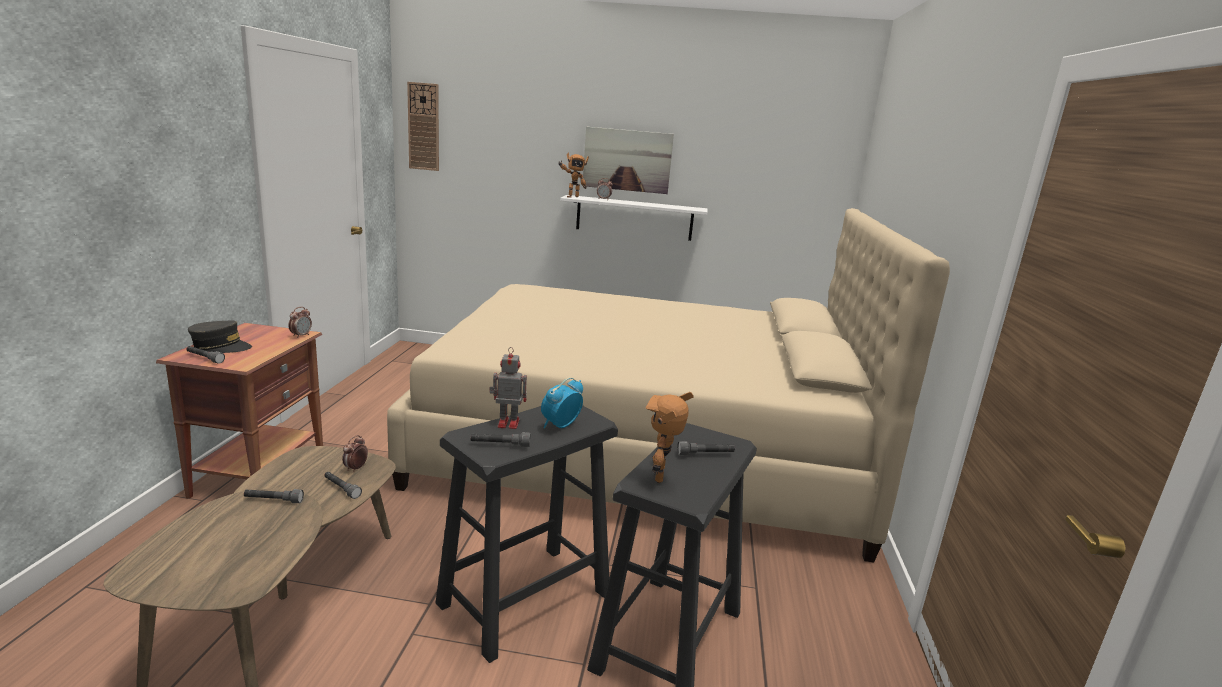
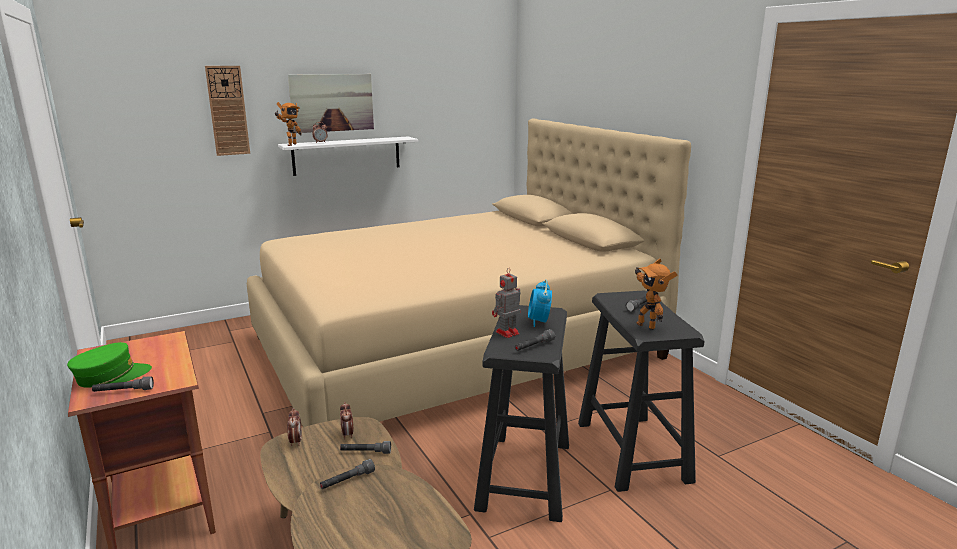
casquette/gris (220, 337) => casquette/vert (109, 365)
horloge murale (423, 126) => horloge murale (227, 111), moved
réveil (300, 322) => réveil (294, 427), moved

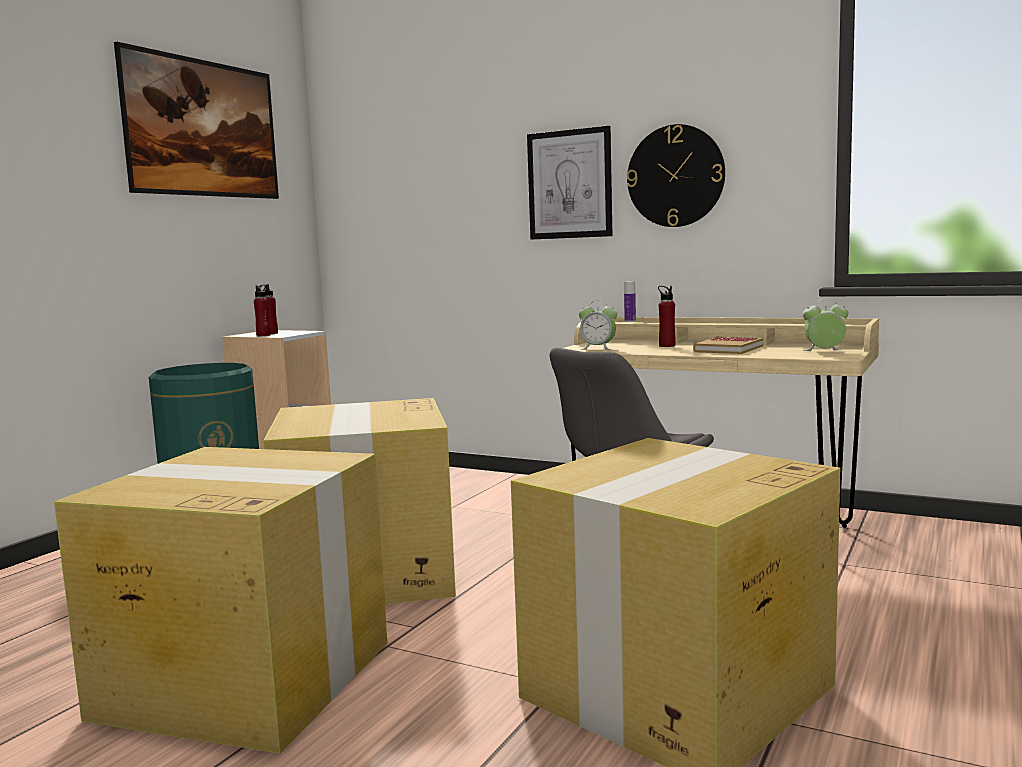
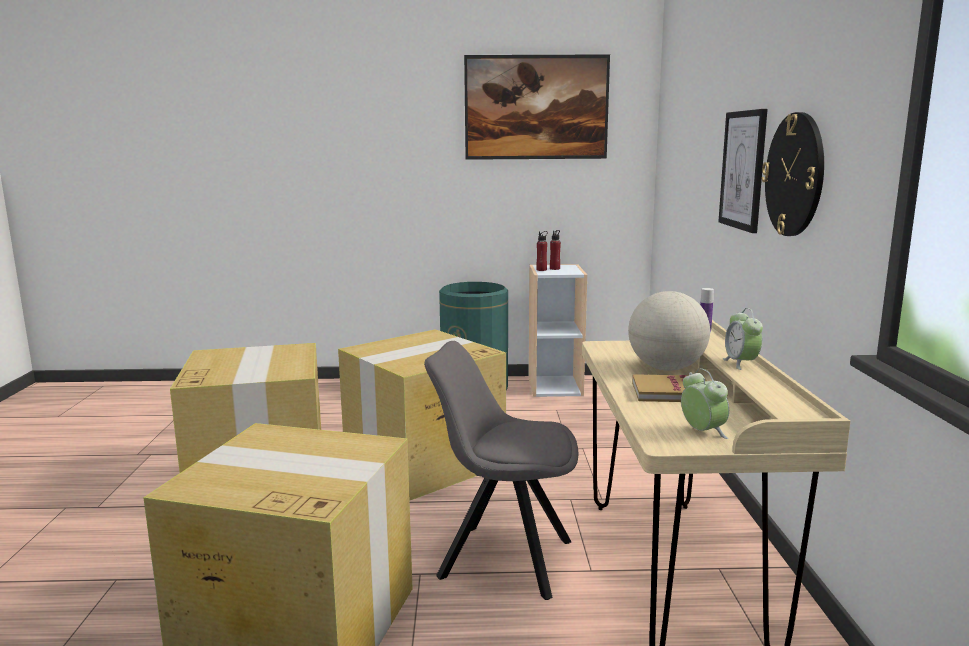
bouteille/rouge (667, 316) => globe (669, 331)
réveil (598, 325) => réveil (743, 339), moved

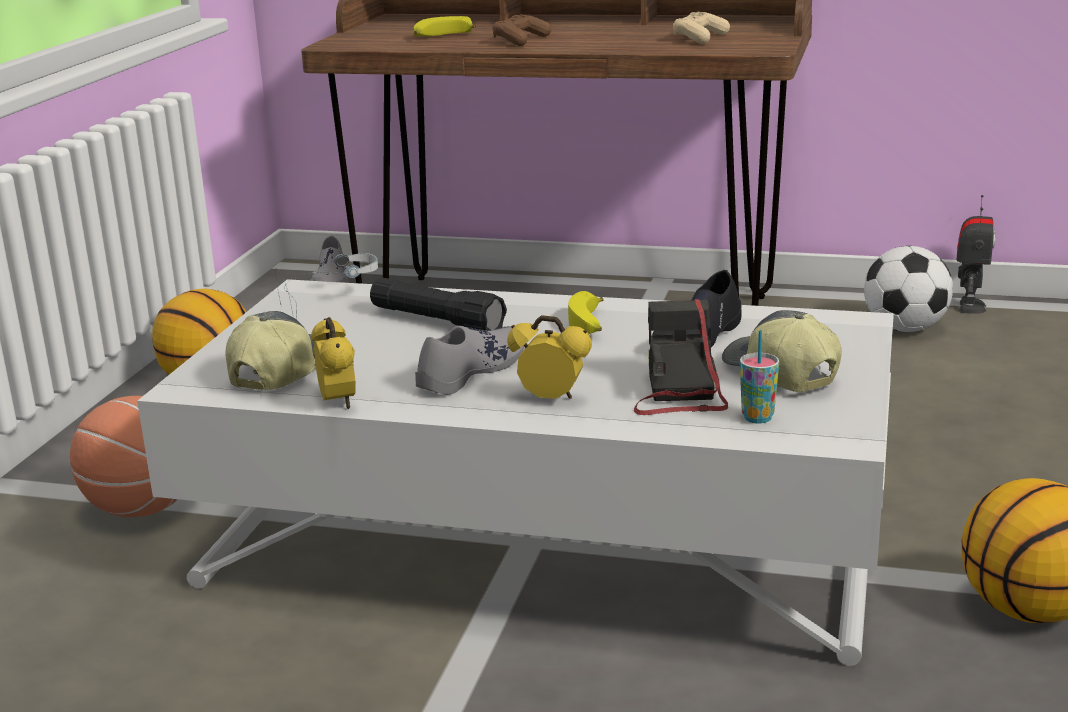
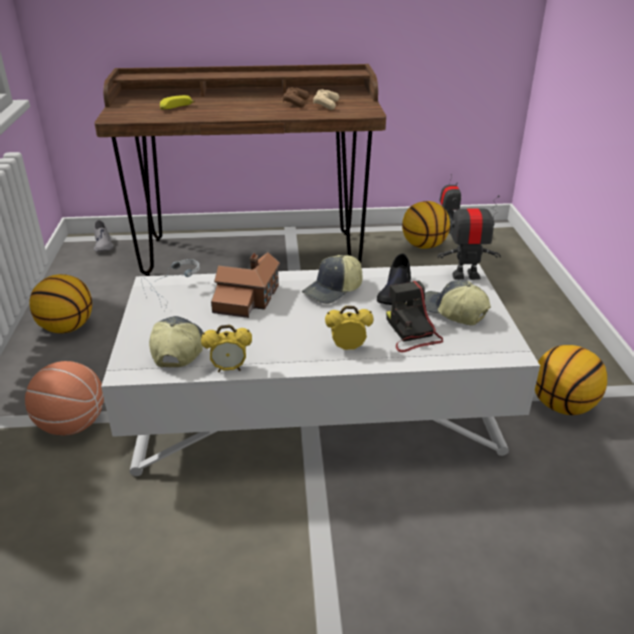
réveil (333, 363) => réveil (226, 348), 120 degrees clockwise
lampe de poche/noir (438, 304) => maison miniature (245, 285)
manette/marron (522, 30) => manette/marron (296, 97), moved
banane (586, 312) => casquette (332, 279)
ballon de foot (908, 289) => ballon de basket (426, 225)
nothing => robot jouet (469, 237)
chaussure/gris (469, 360) => nothing
tasse (759, 377) => nothing

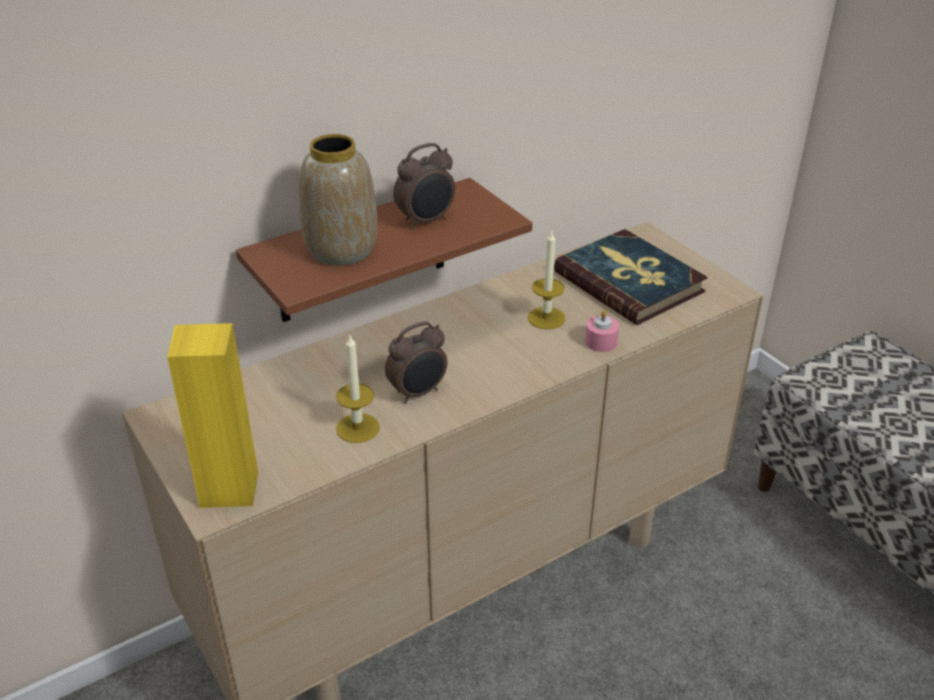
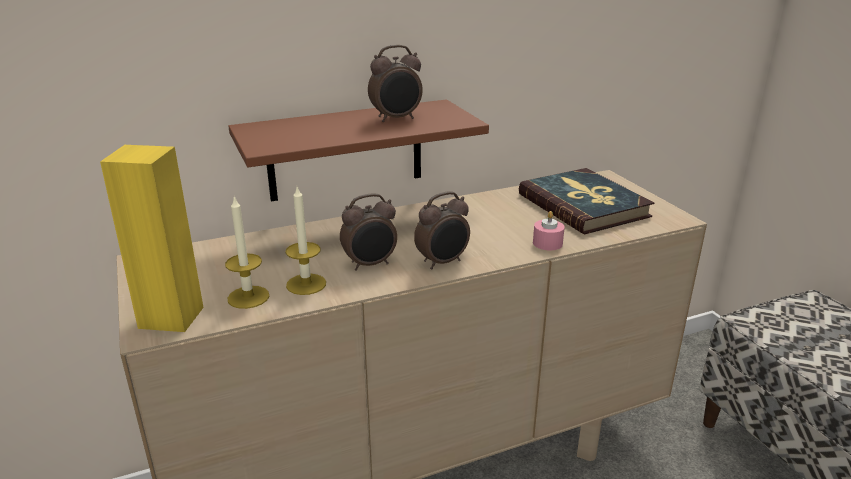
bougie (547, 279) => bougie (247, 252), moved
nothing => réveil (442, 230)
vase (338, 200) => nothing

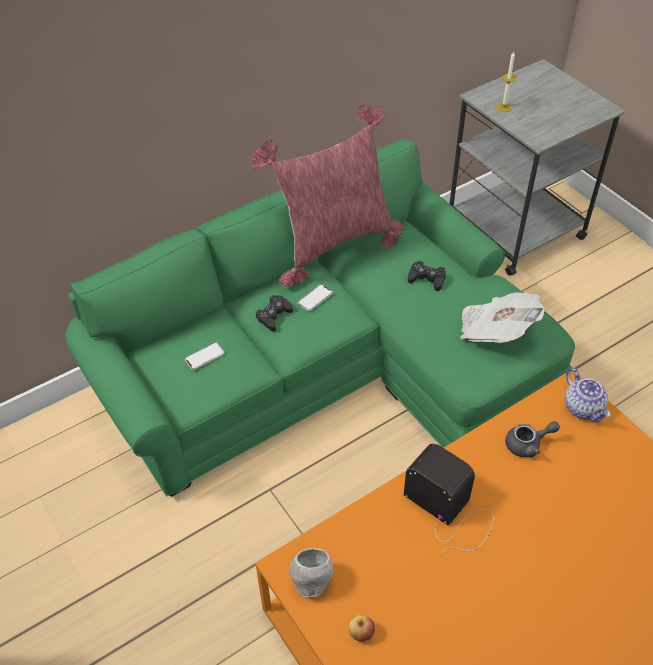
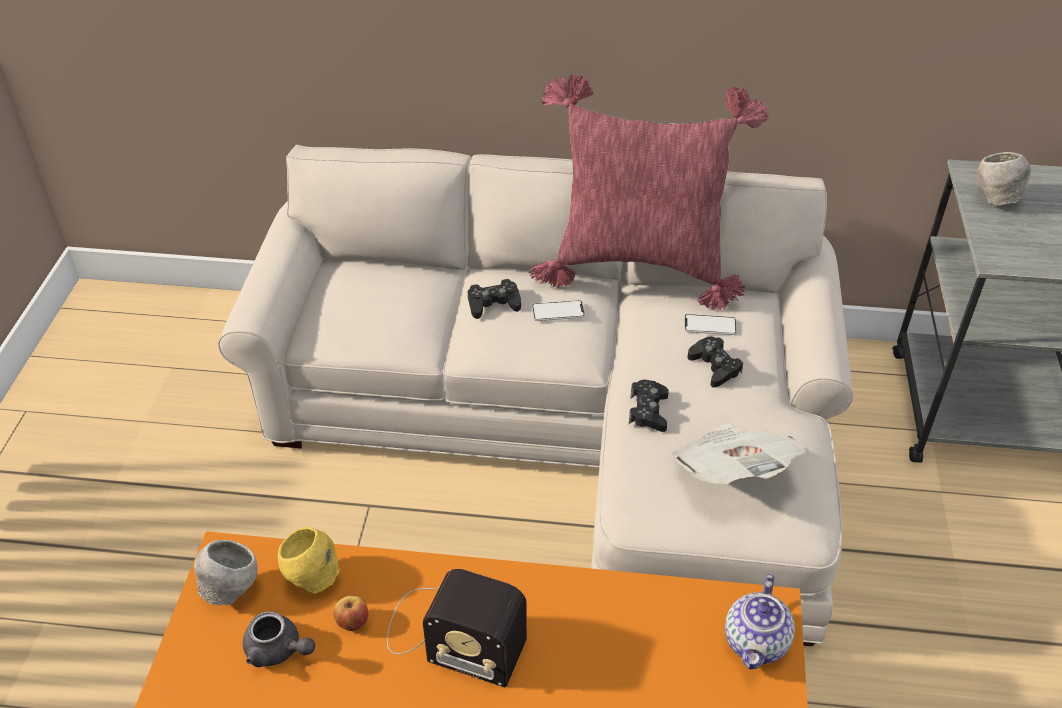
canapé/vert (320, 317) => canapé/beige (535, 395)
théière/gris (532, 439) => théière/gris (279, 639), moved
nothing => bol/jaune (309, 560)
pomme (362, 628) => pomme (350, 613), moved
radio (449, 499) => radio (457, 628), 120 degrees clockwise
nothing => manette/noir (649, 406)
téléphone (204, 356) => téléphone (710, 324), moved
bougie (506, 81) => bol/gris (1004, 179)

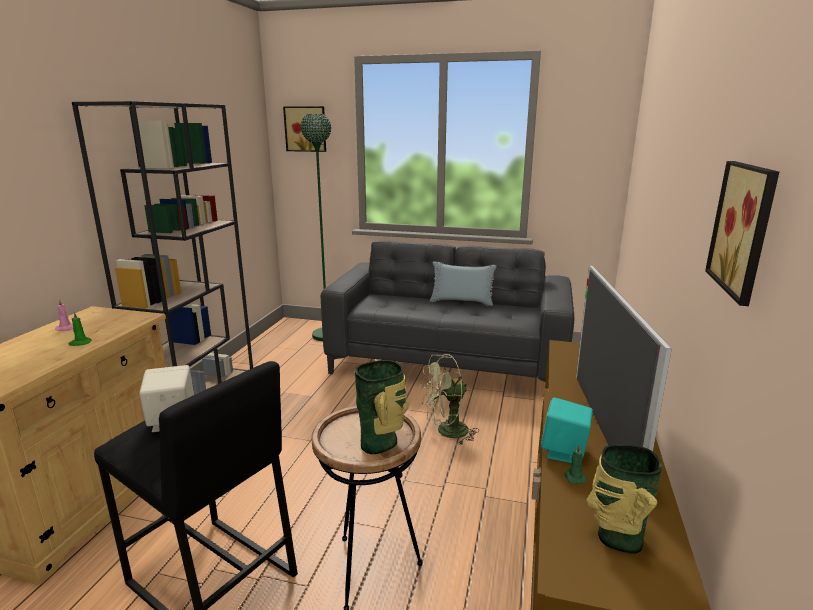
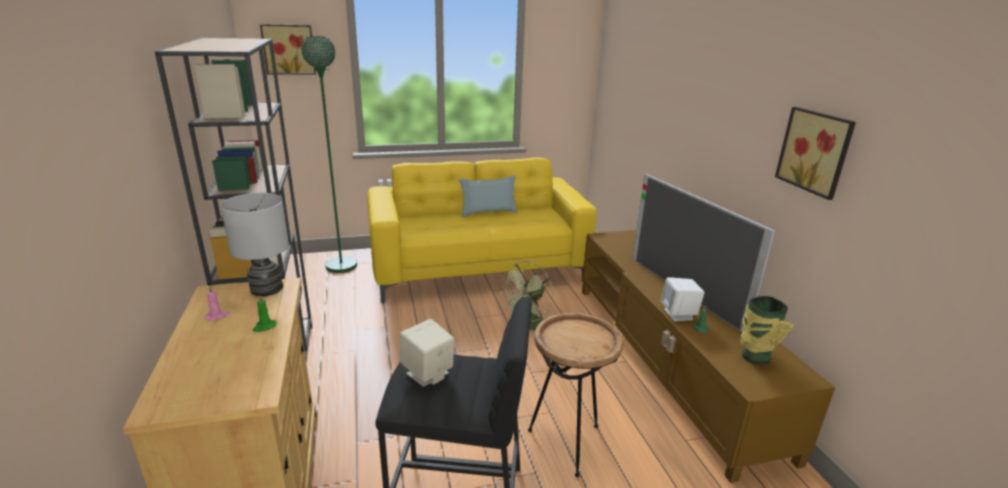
nothing => lampe de table/gris (254, 244)
canapé/gris (447, 311) => canapé/jaune (482, 230)
enceinte/turquoise (567, 430) => enceinte/blanc (683, 299)
vase (381, 407) => nothing

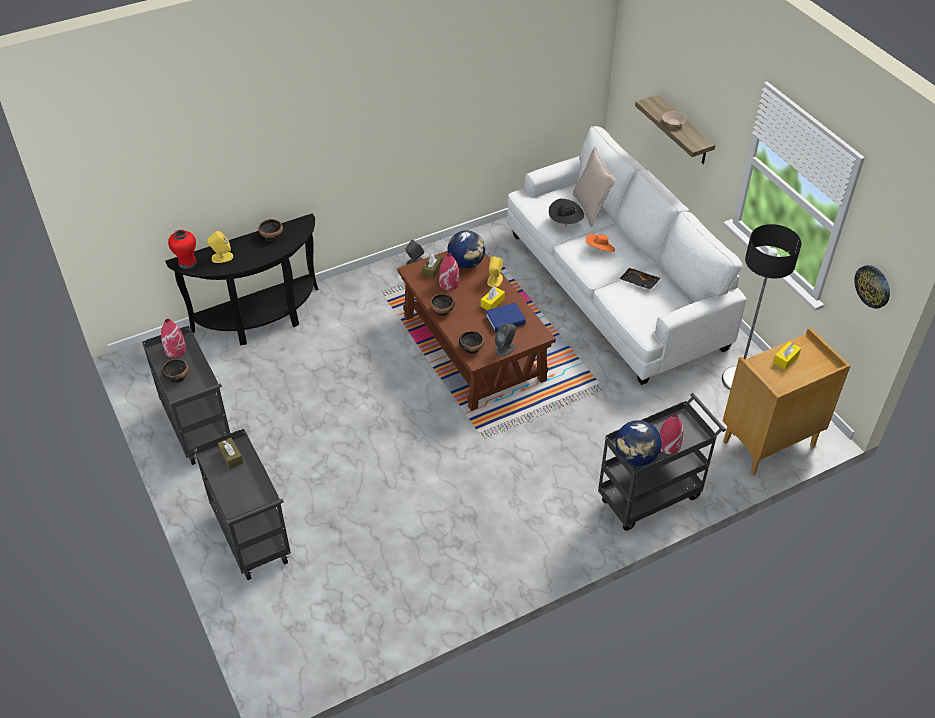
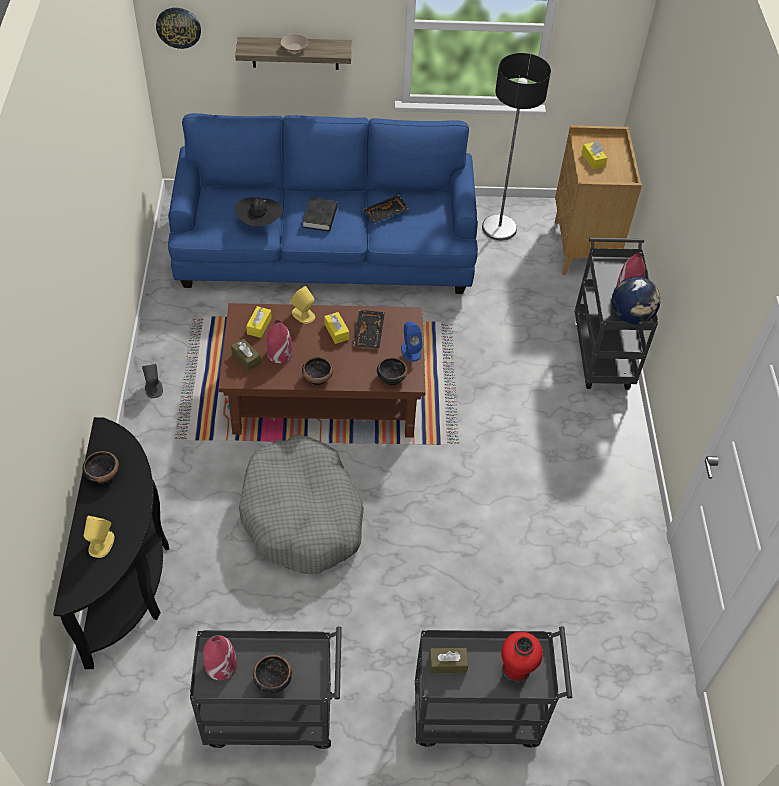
horloge murale (872, 287) => horloge murale (178, 28), moved
canapé/blanc (626, 255) => canapé/bleu (323, 203)
nothing => panier pour chien/gris (301, 504)
globe (466, 249) => boîte à mouchoirs/jaune (259, 322)
chapeau/orange (600, 243) => livre/noir (320, 214)
livre/bleu (506, 317) => plateau/noir (369, 329)
enceinte/gris (505, 340) => enceinte/bleu (411, 341)
vase/rouge (182, 249) => vase/rouge (522, 657), moved
coussin/beige (594, 187) => nothing

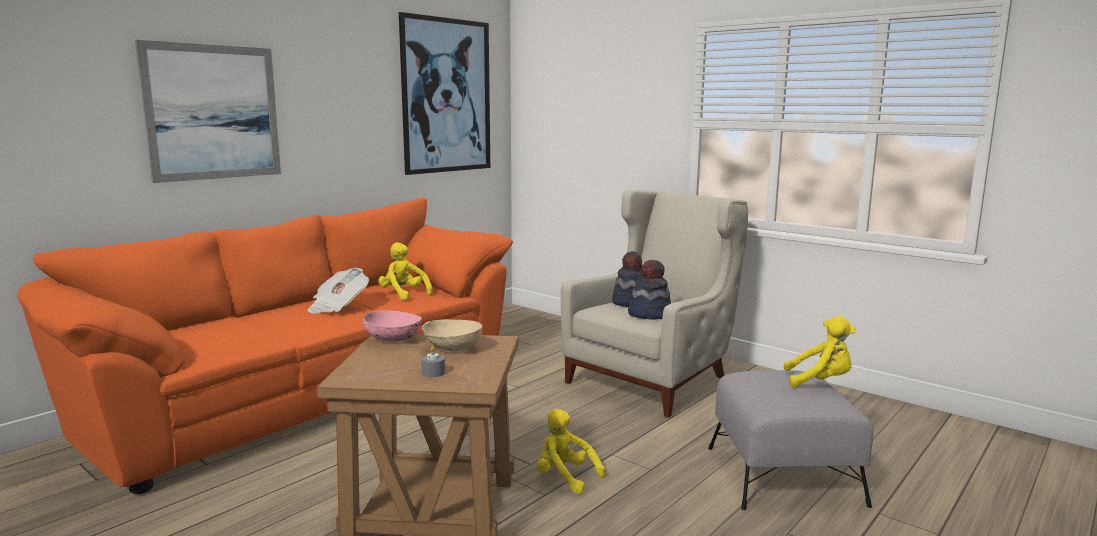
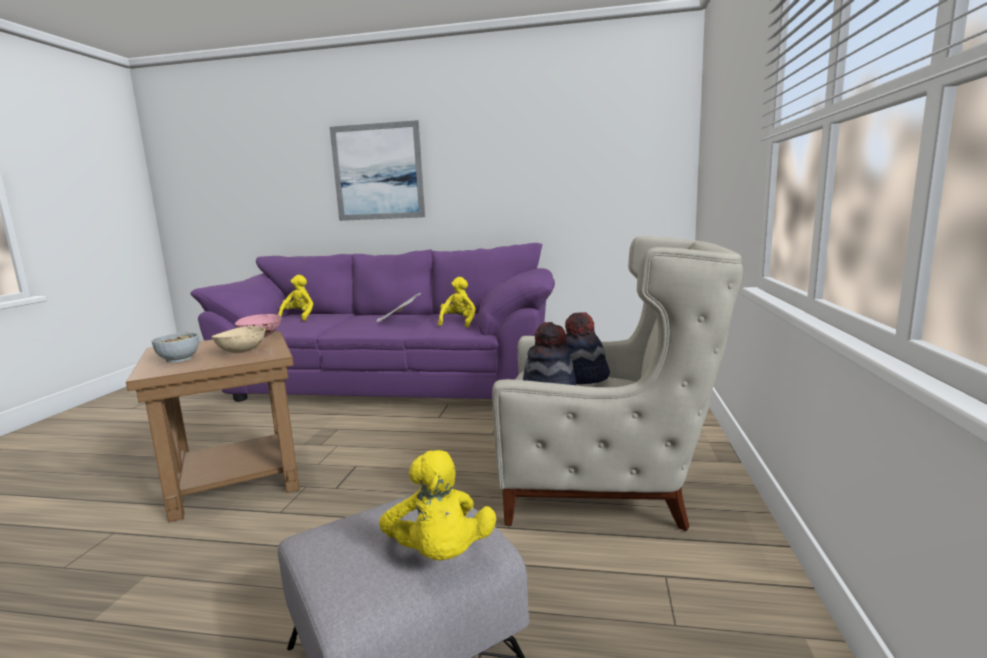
bougie/gris (433, 361) => bol (175, 348)
canapé/orange (265, 346) => canapé/violet (372, 322)
peluche/jaune (571, 451) => peluche/jaune (295, 298), moved
tableau (444, 93) => nothing

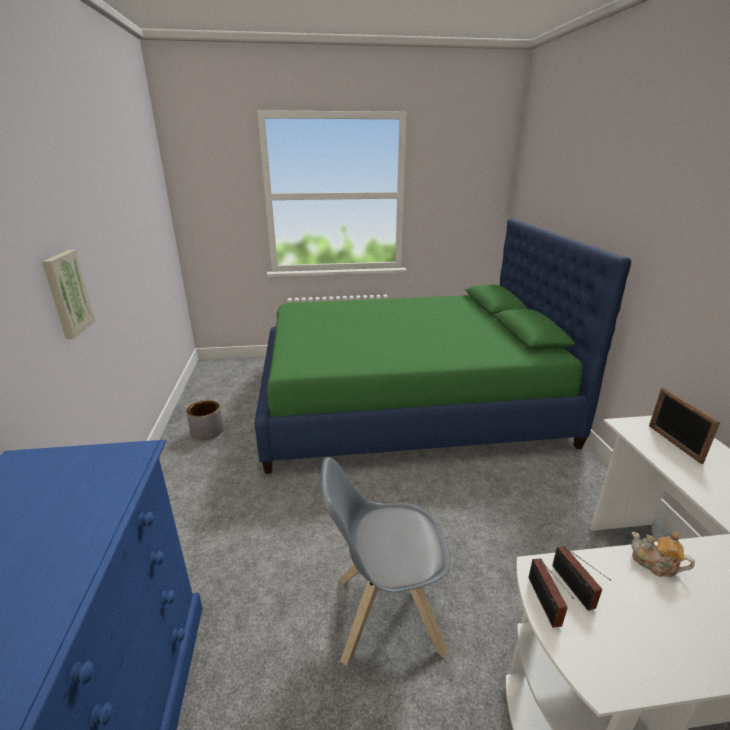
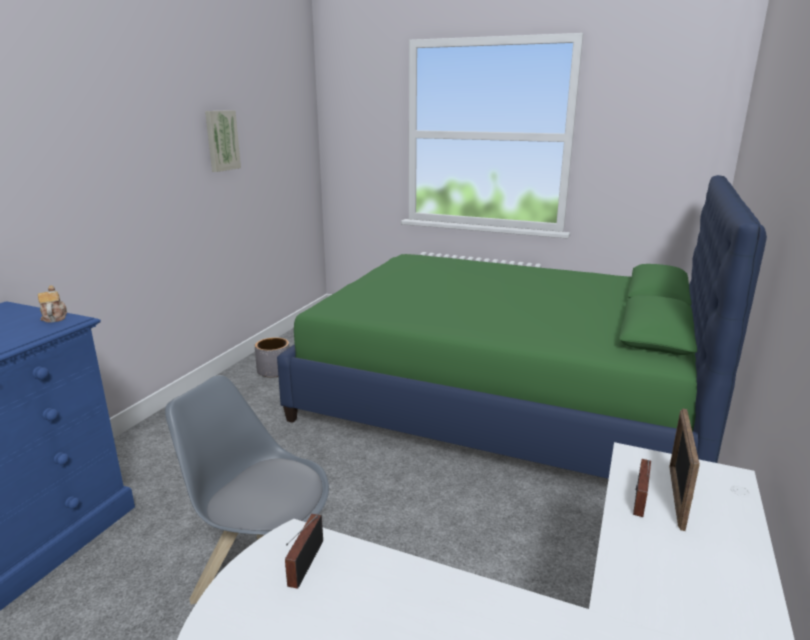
théière (663, 554) => théière (52, 303), moved
tableau (68, 294) => tableau (223, 141), moved
radio (551, 593) => radio (642, 488), moved

